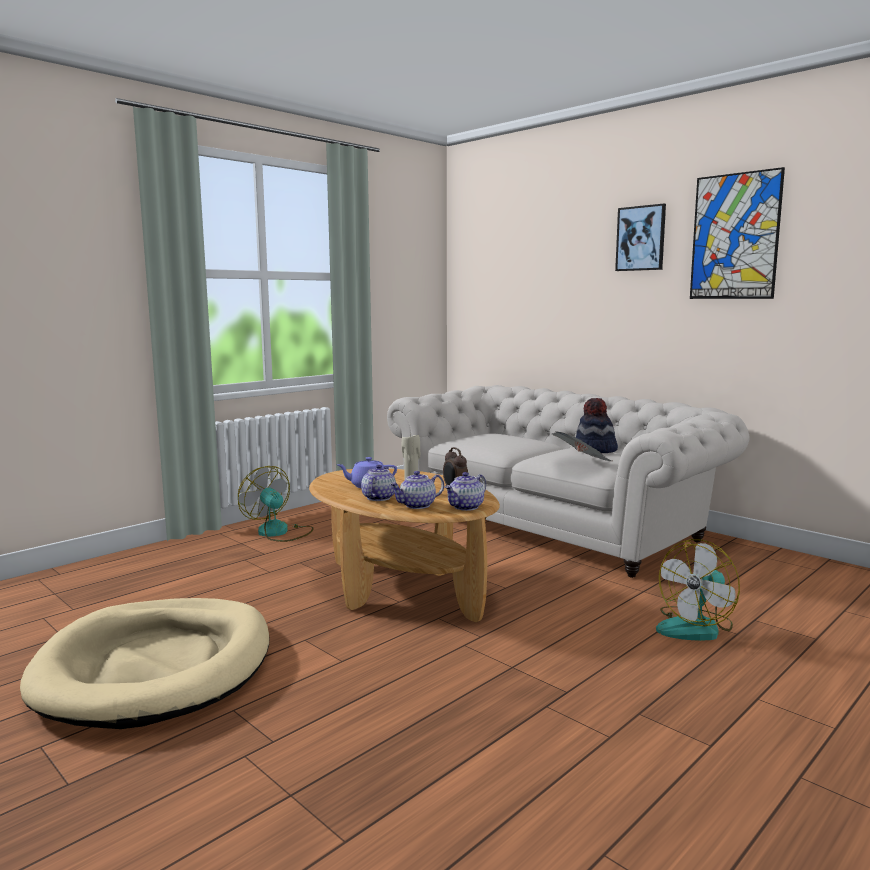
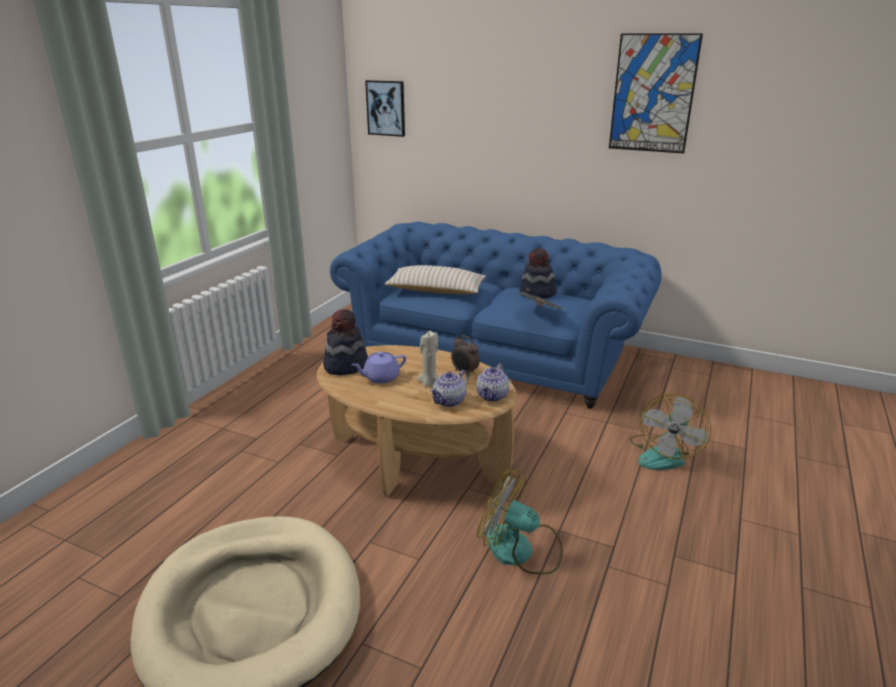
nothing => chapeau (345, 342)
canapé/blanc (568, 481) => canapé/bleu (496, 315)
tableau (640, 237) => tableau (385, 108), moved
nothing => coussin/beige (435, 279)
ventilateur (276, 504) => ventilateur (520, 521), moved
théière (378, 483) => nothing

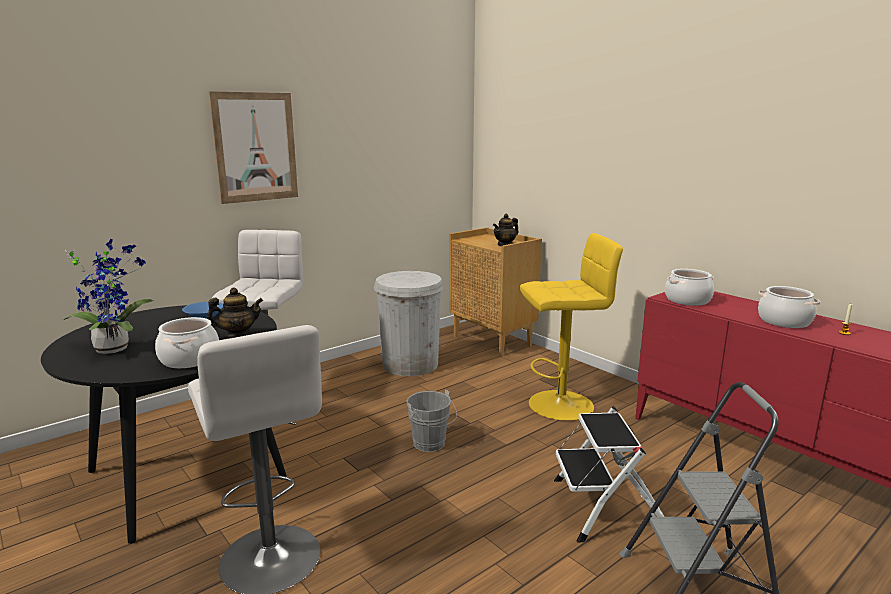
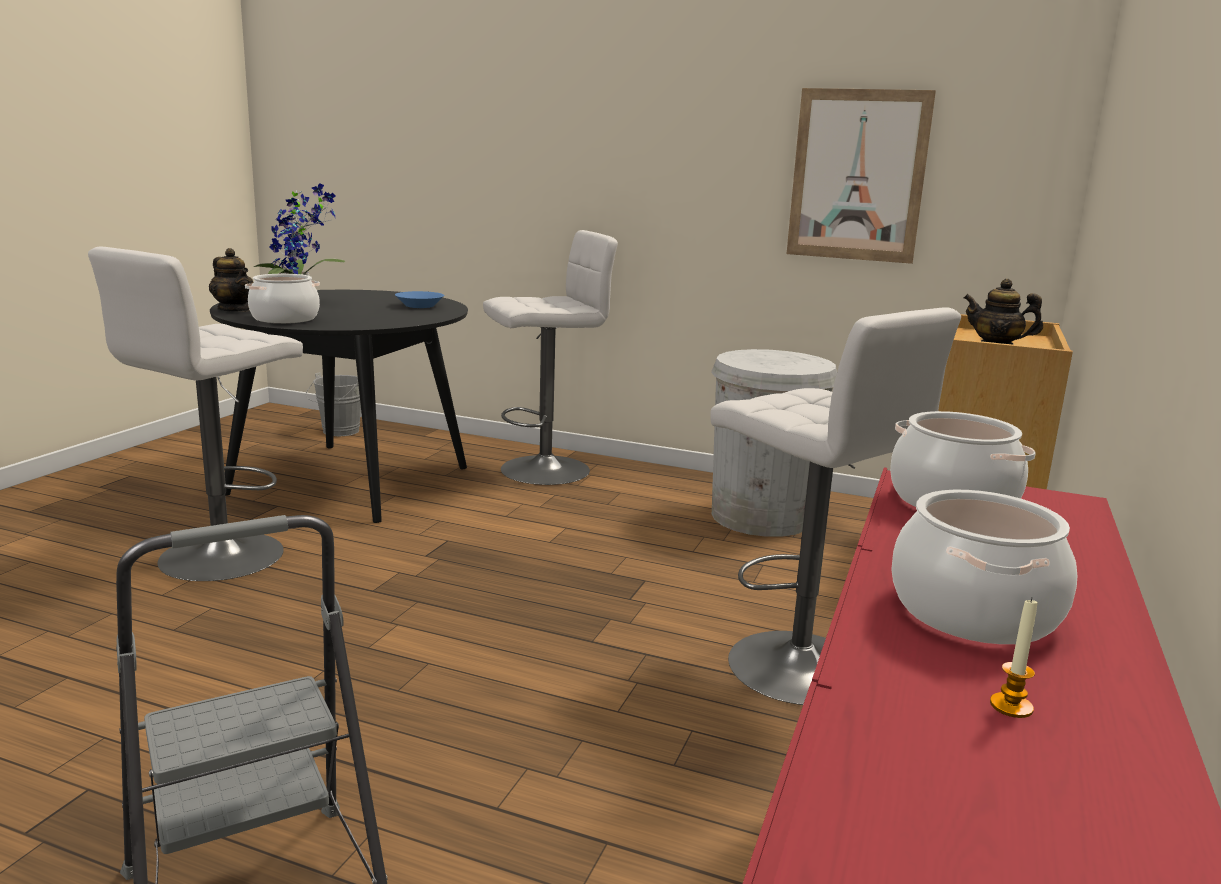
théière (235, 312) => théière (231, 280), moved
seau/gris (431, 421) => seau/gris (333, 404), moved
tabouret/jaune (571, 327) => tabouret/blanc (835, 506)
tableau (253, 147) => tableau (861, 176), moved
escabeau (609, 474) => nothing

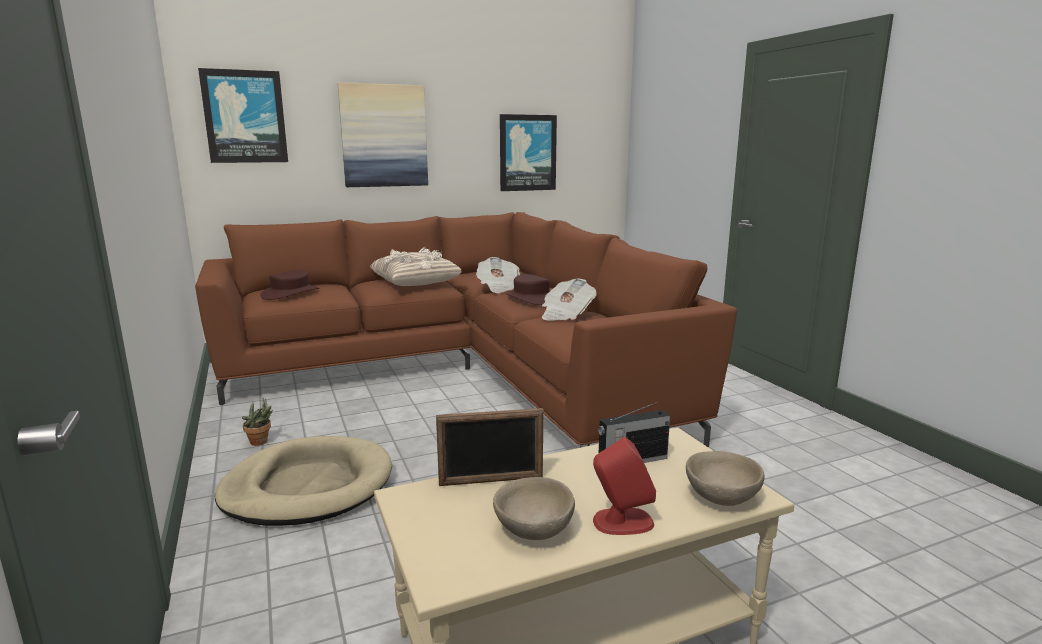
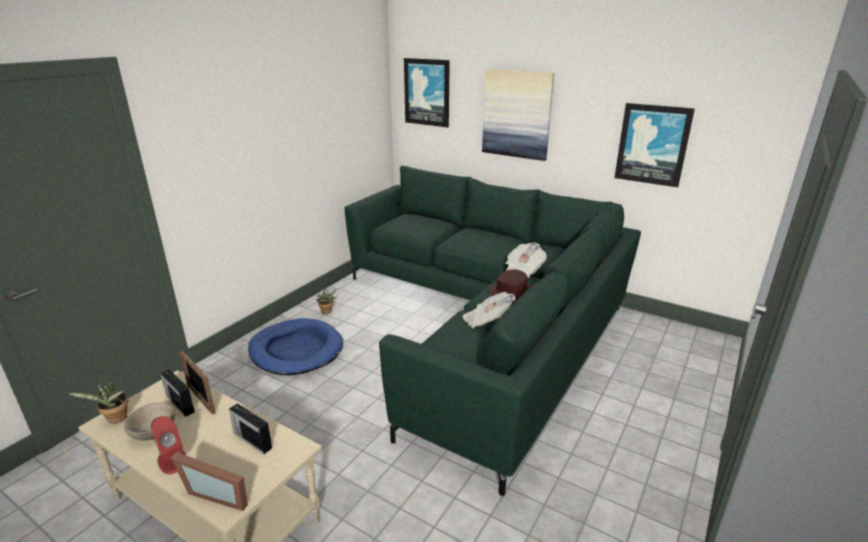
nothing => plante en pot (98, 403)
nothing => radio (177, 393)
bol/beige (725, 478) => cadre photo (209, 481)
panier pour chien/beige (303, 481) => panier pour chien/bleu (295, 346)
canapé/marron (466, 330) => canapé/vert (493, 331)
chapeau/marron (290, 285) => nothing
coussin/beige (416, 266) => nothing

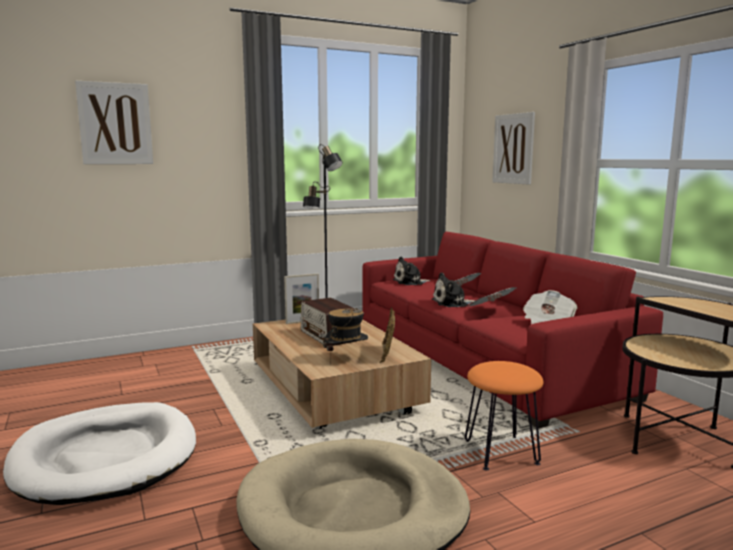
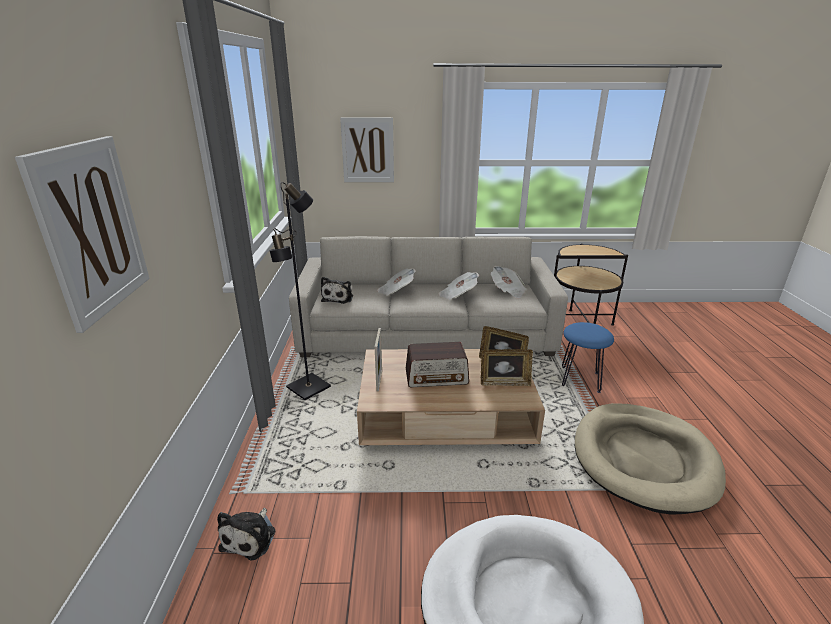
peluche (453, 289) => peluche (246, 534), moved
canapé/rouge (513, 329) => canapé/beige (428, 296)
chapeau (345, 336) => cadre photo (507, 367)
tabouret/orange (504, 415) => tabouret/bleu (588, 357)

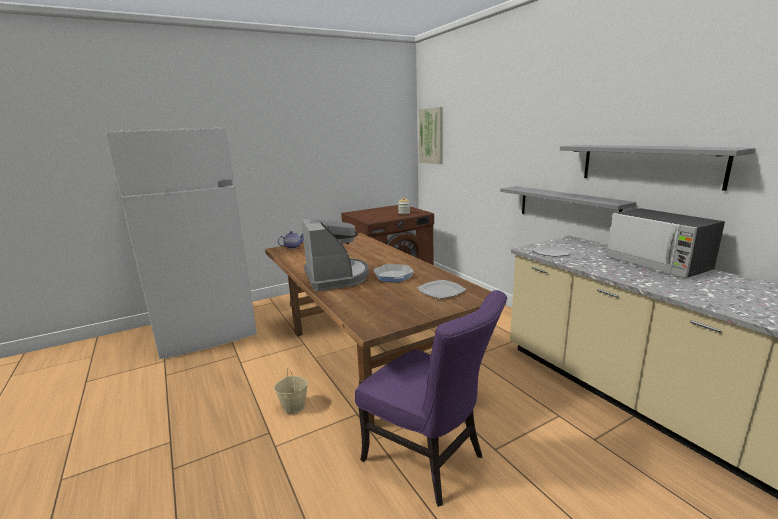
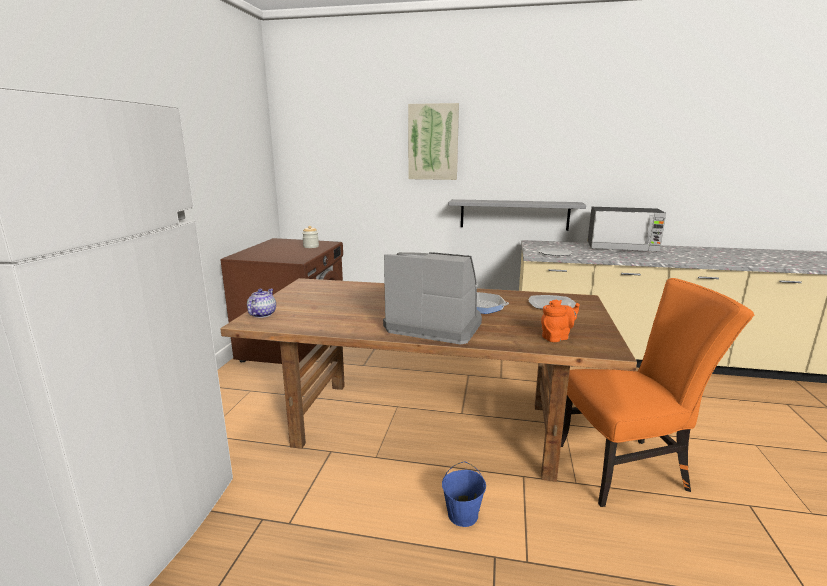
tableau (431, 135) => tableau (433, 141), moved
seau/beige (291, 391) => seau/bleu (464, 494)
nothing => théière/orange (560, 321)
chaise/violet (431, 398) => chaise/orange (657, 392)
étagère/gris (657, 168) => nothing

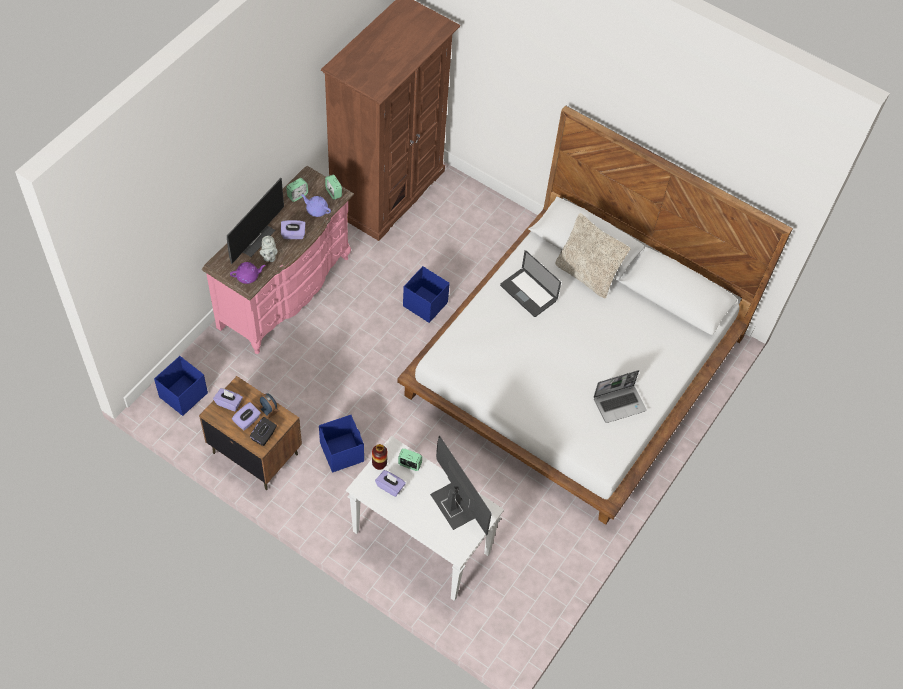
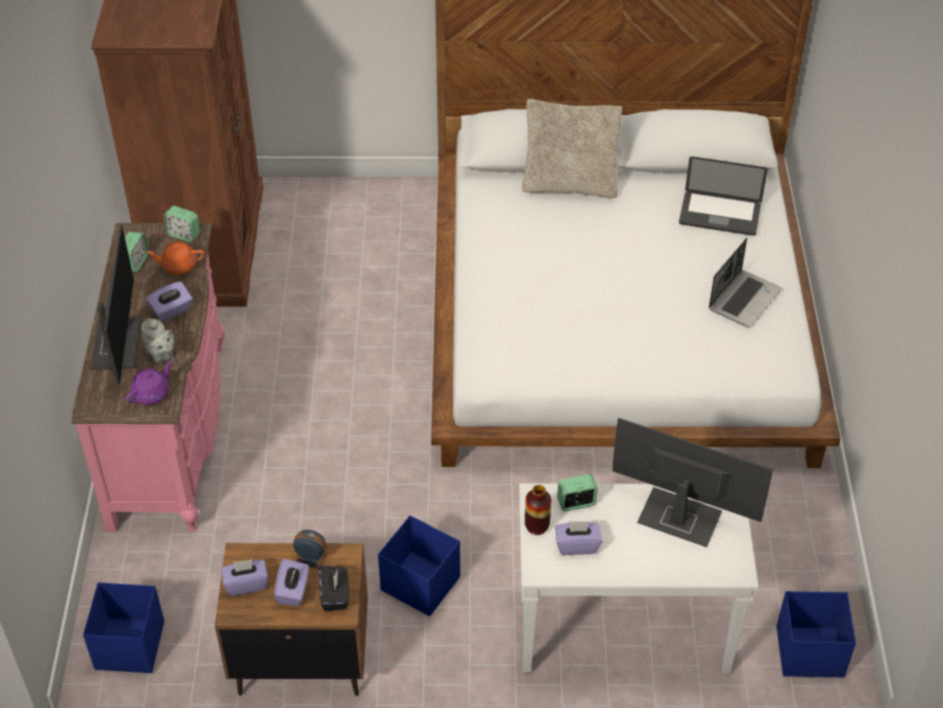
théière/violet (316, 205) => théière/orange (175, 258)
ordinateur portable (530, 283) => ordinateur portable (723, 196), moved
boîte de rangement/bleu (426, 294) => boîte de rangement/bleu (816, 634), moved

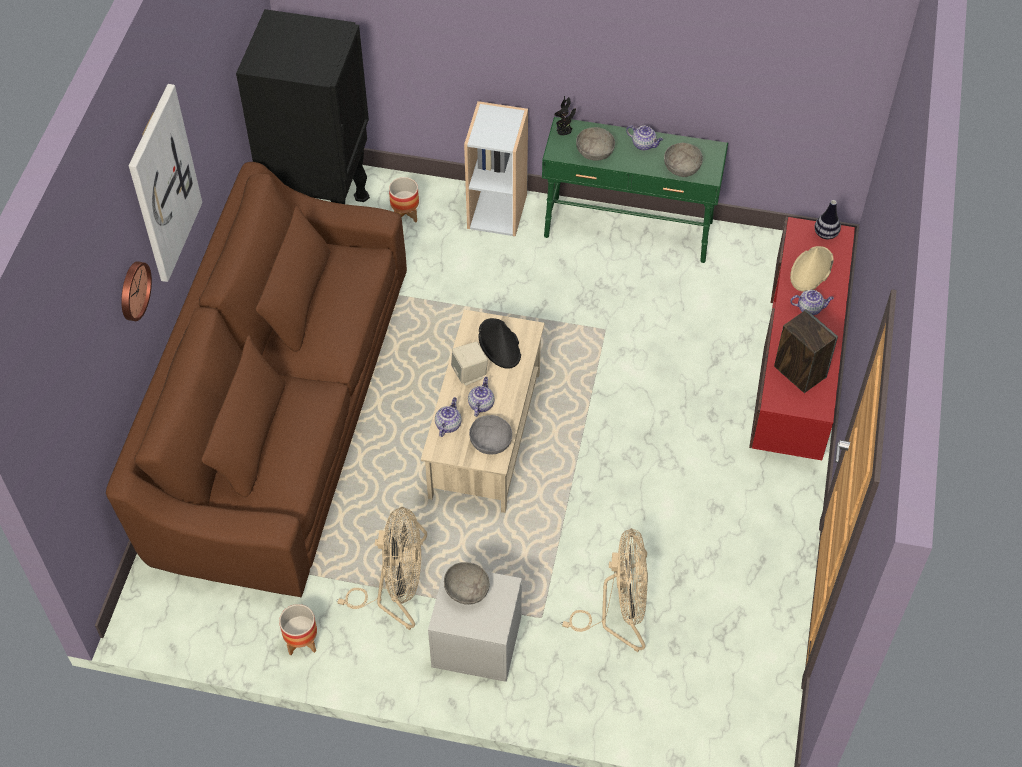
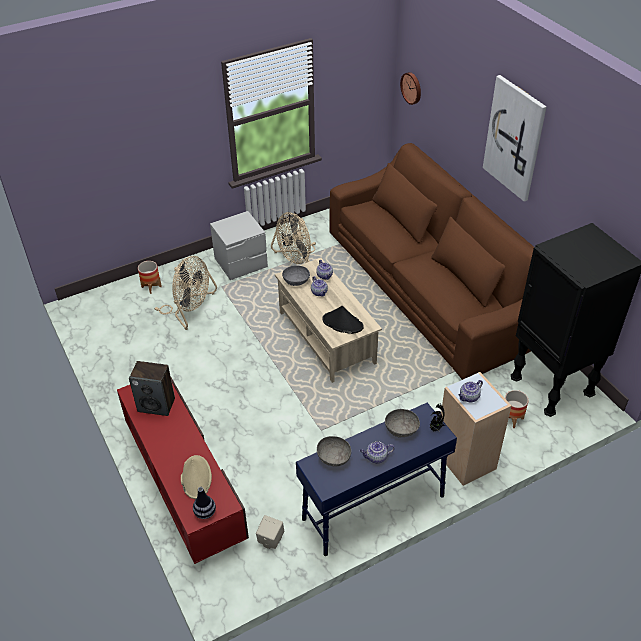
cache-pot (298, 629) => cache-pot (150, 277), moved
ventilateur/beige (604, 590) => ventilateur/beige (185, 293), 120 degrees counterclockwise
enceinte/beige (469, 364) => enceinte/beige (270, 532), moved
table console/vert (635, 190) => table console/bleu (376, 479)
horloge murale (136, 291) => horloge murale (410, 88), moved
théière (812, 302) => théière (471, 391), moved
bol/gris (467, 583) => nothing

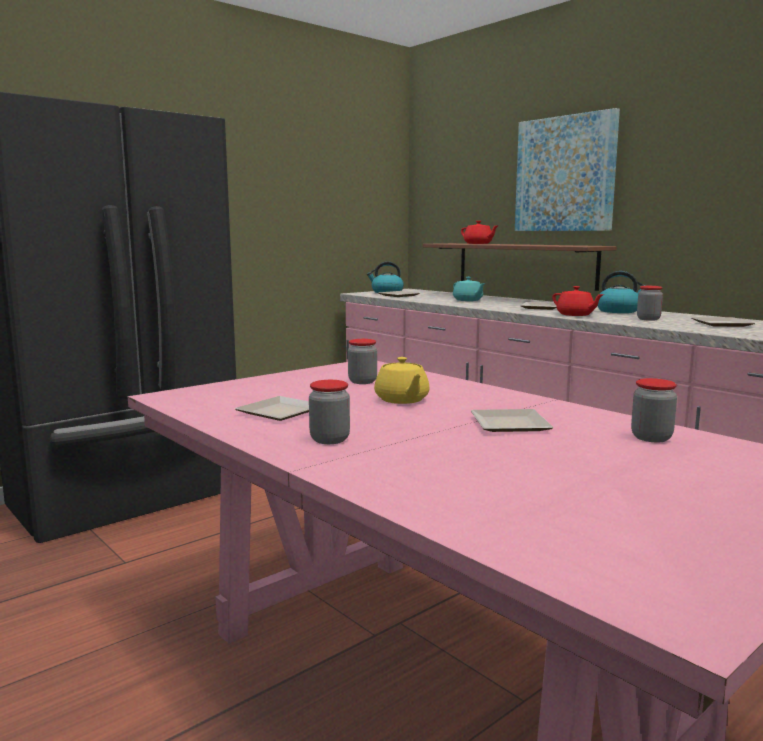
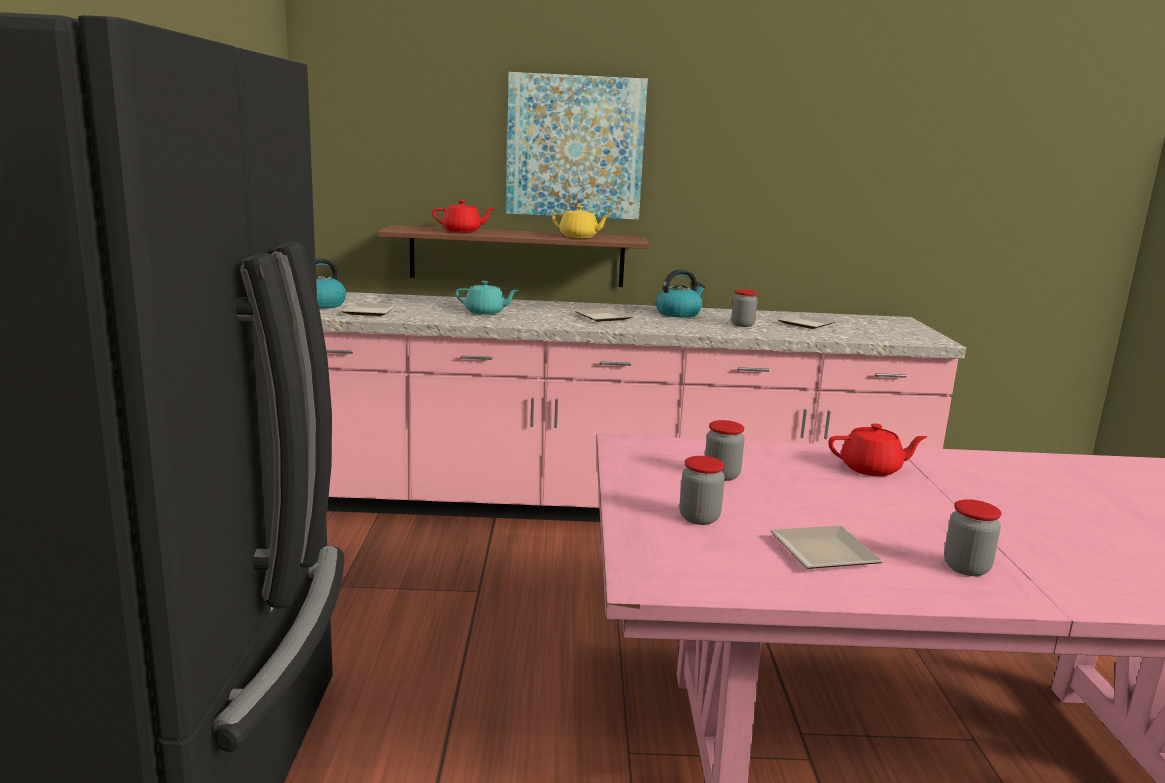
théière/jaune (401, 380) => théière/jaune (581, 222), moved
bocal (654, 410) => bocal (702, 490), moved
théière/rouge (578, 301) => théière/rouge (877, 449), moved
assiette (512, 420) => nothing

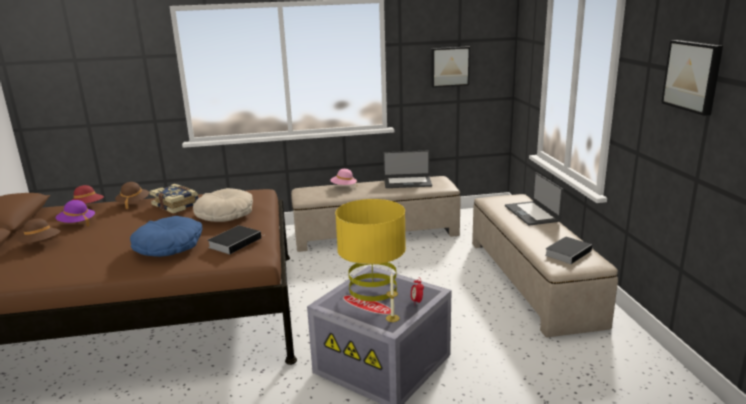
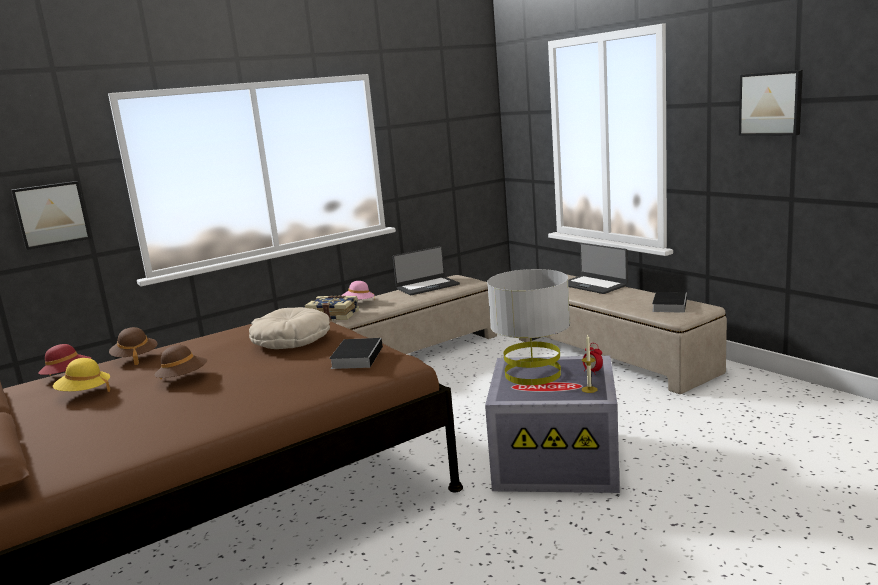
tableau (450, 67) => tableau (51, 215), moved
chapeau/violet (75, 213) => chapeau/jaune (81, 375)
chapeau/marron (39, 231) => chapeau/marron (180, 362), moved
livre (174, 199) => livre (332, 308), moved
lampe de table/jaune (370, 250) => lampe de table/gris (528, 327)
coussin/bleu (166, 236) => nothing

